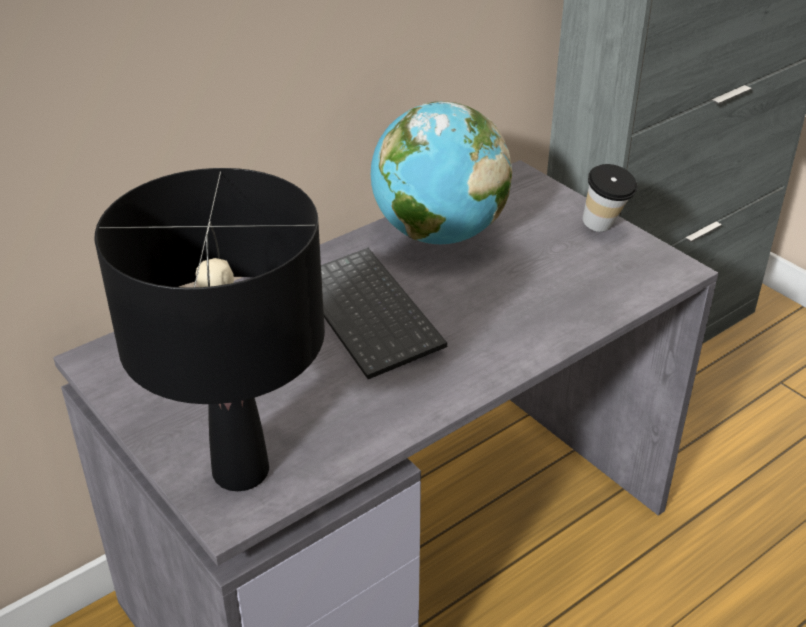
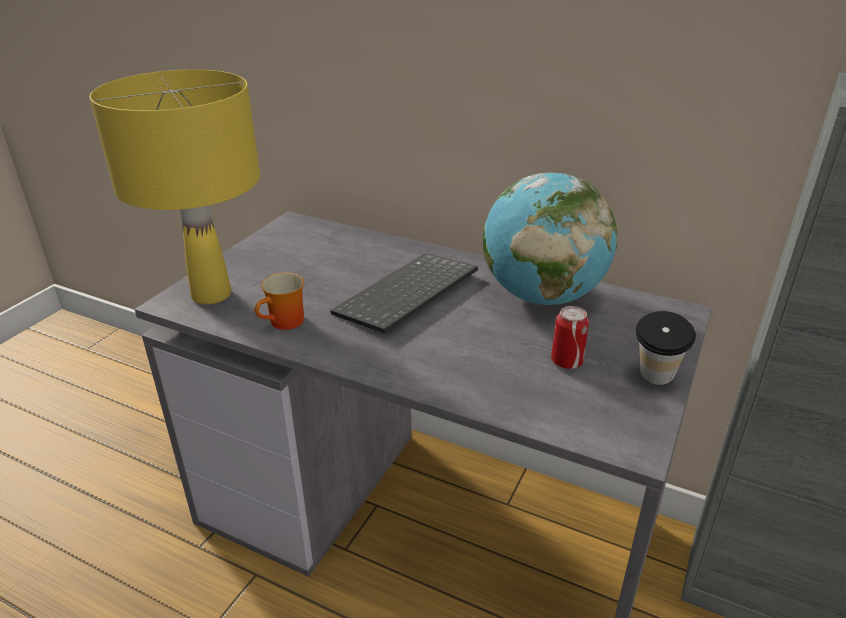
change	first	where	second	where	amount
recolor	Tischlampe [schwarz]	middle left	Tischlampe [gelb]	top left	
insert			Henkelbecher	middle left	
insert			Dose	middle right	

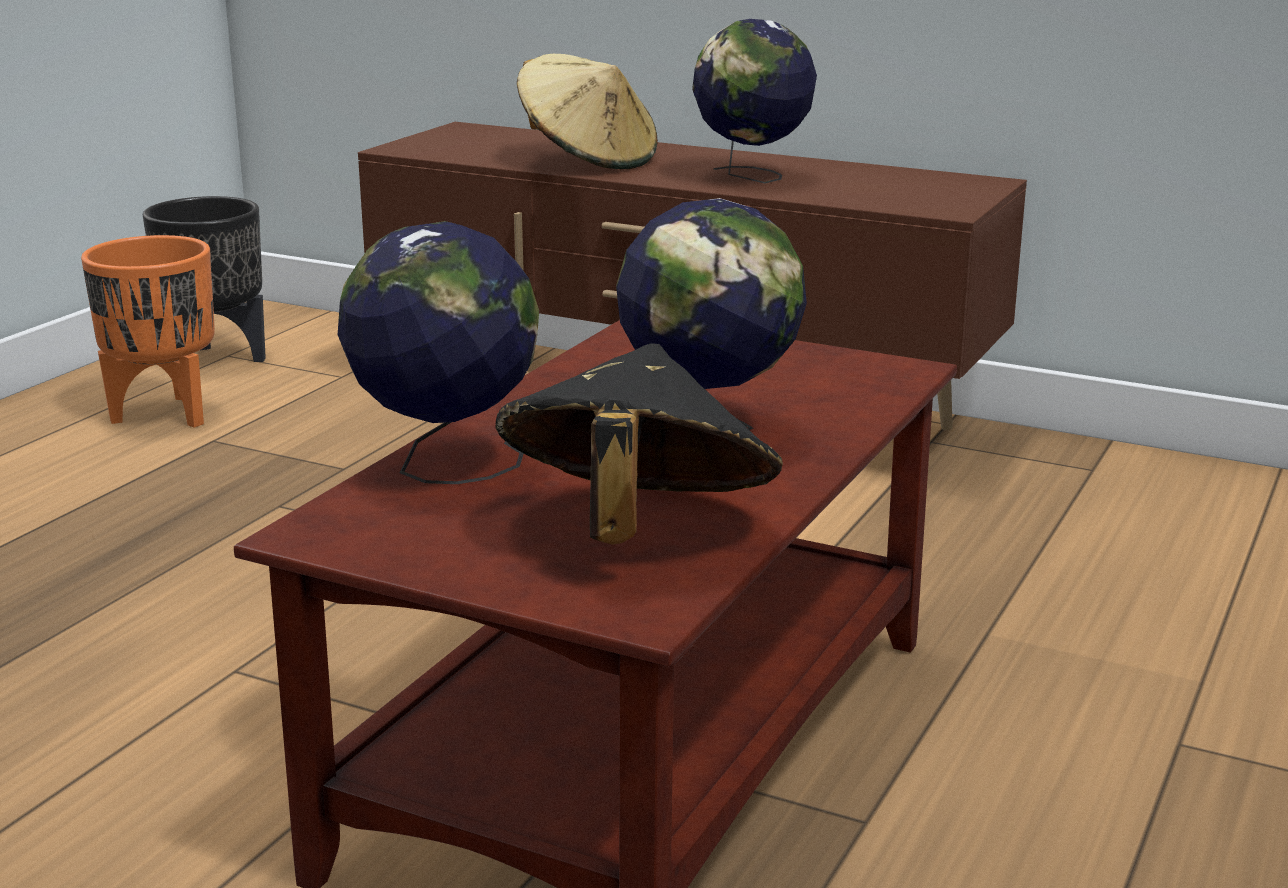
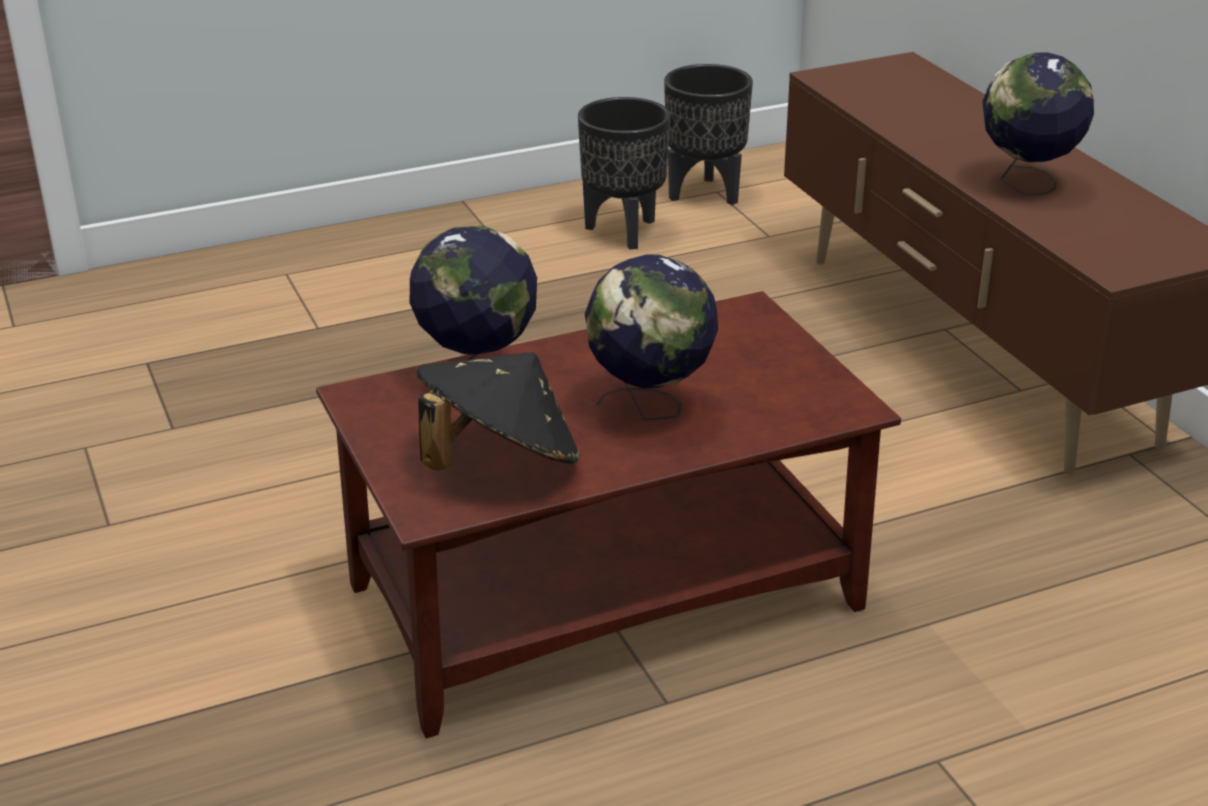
change	first	where	second	where	amount
recolor	Pflanzkübel [orange]	middle left	Pflanzkübel [schwarz] (1st from left)	top centre	
delete	Hut [beige]	top centre			

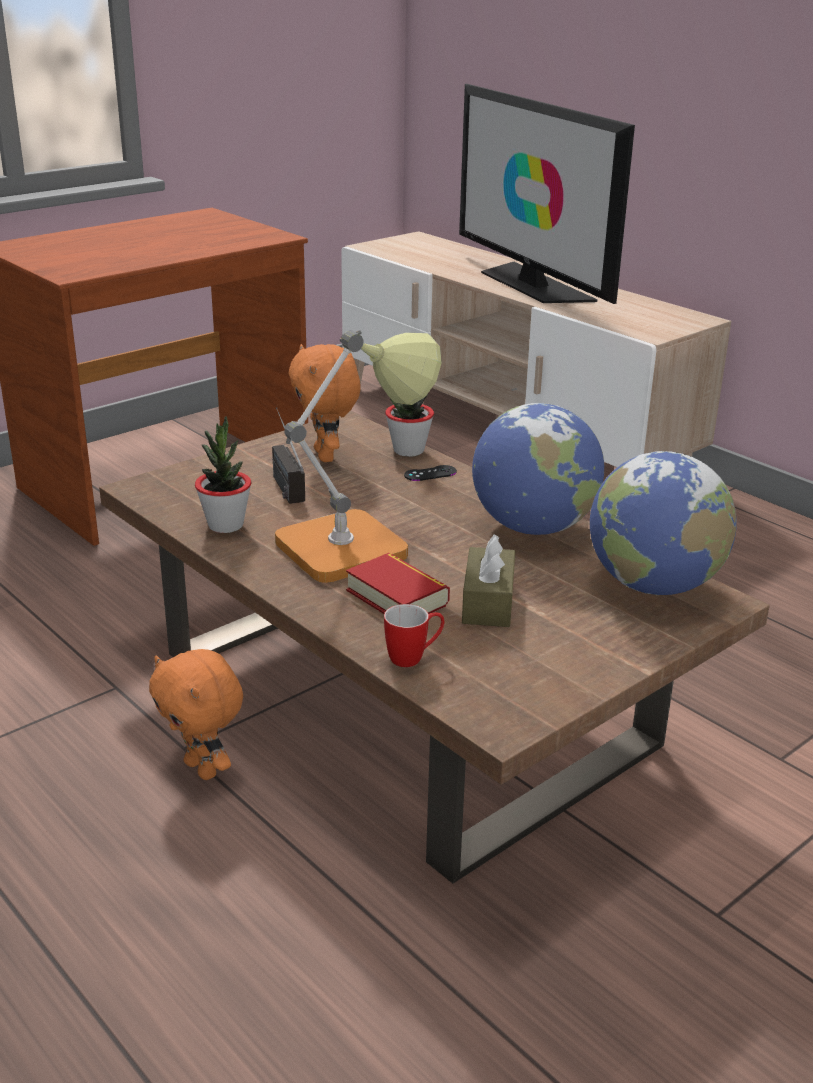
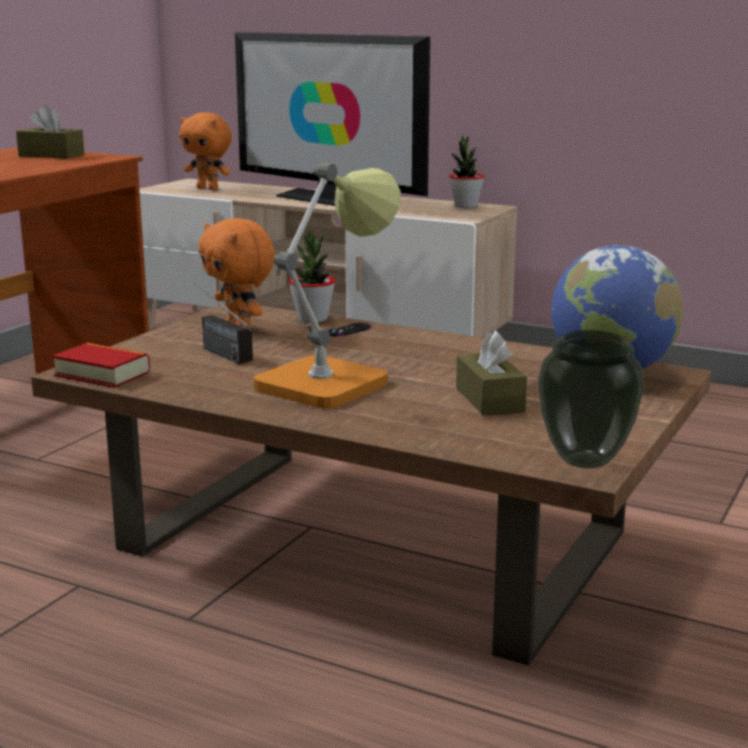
change	first	where	second	where	amount
move	Plüschtier [orange] (1st from left)	middle left		top left	
move	Topfpflanze (1st from left in the first image)	middle left	Topfpflanze (2nd from left)	top centre	
move	Buch	centre		middle left	
delete	Henkelbecher	centre			
delete	Globus (1st from left)	centre			
insert			Taschentuchbox [braun] (1st from left)	top left	
insert			Vase	middle right	

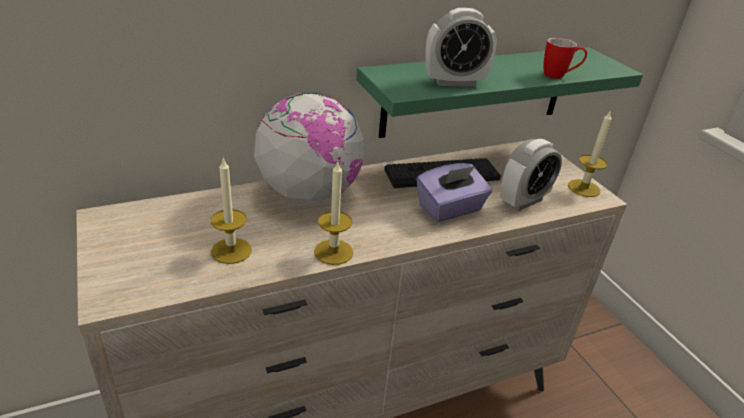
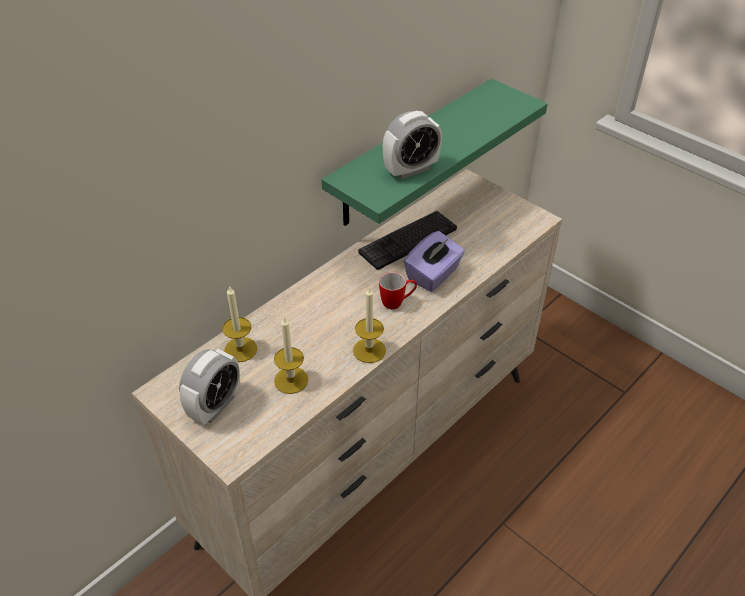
change	first	where	second	where	amount
delete	Globus	centre			
move	Wecker (2nd from left in the first image)	middle right	Wecker (1st from left)	middle left	
move	Henkelbecher	top right		centre	
move	Kerze (3rd from left in the first image)	middle right	Kerze (1st from left)	middle left	

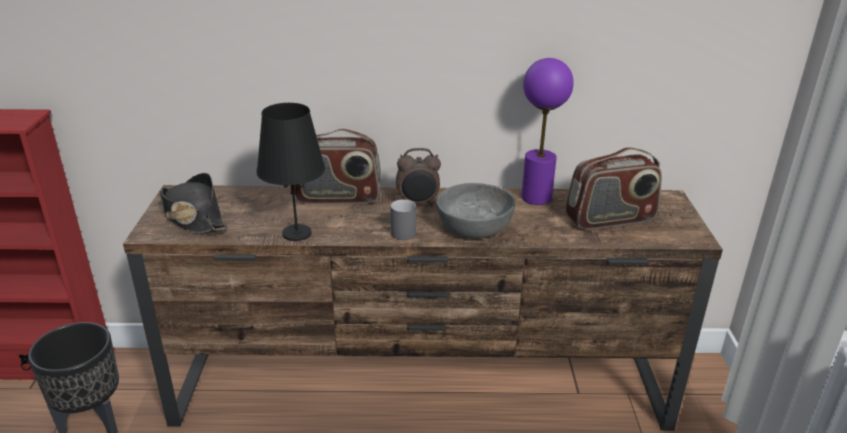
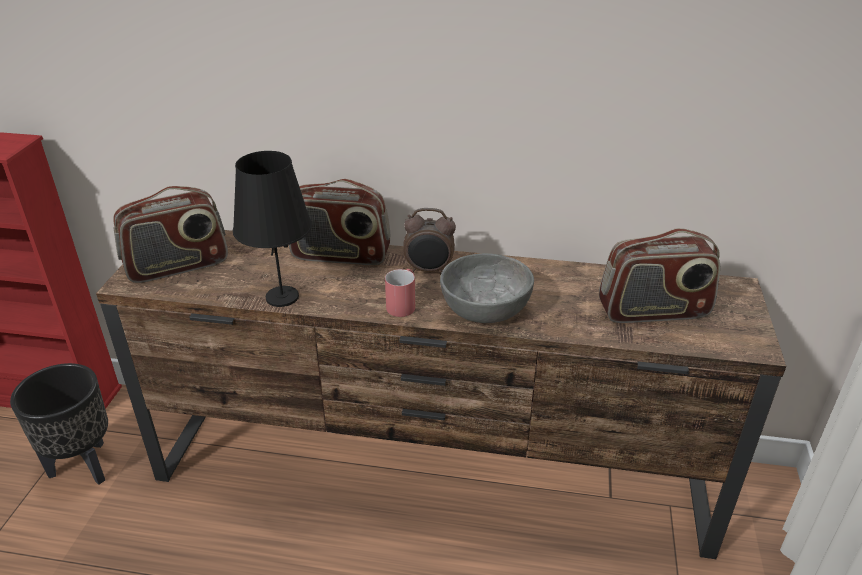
change	first	where	second	where	amount
replace	Hut [schwarz]	middle left	Radio (1st from left)	middle left	
recolor	Henkelbecher [grau]	centre	Henkelbecher [rot]	centre	
delete	Tischlampe [lila]	top centre			

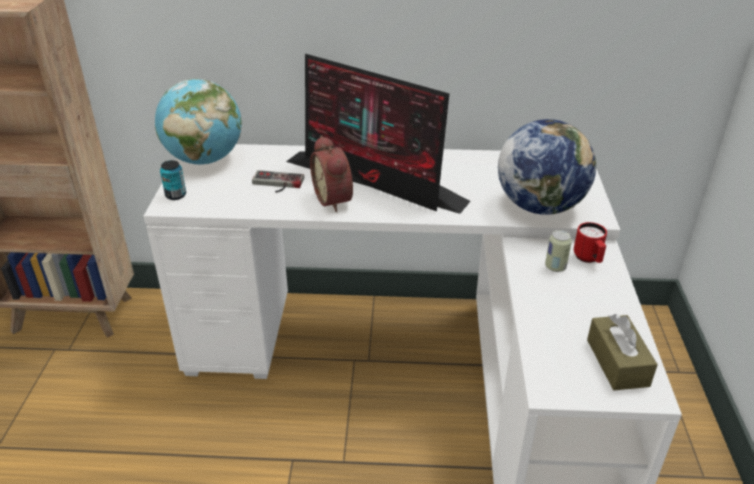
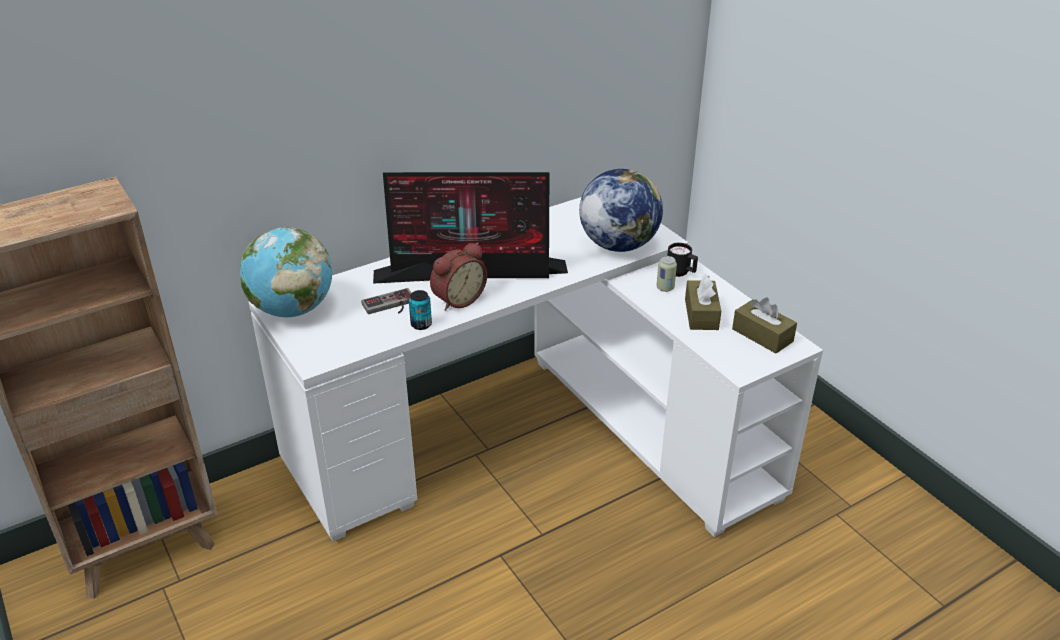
change	first	where	second	where	amount
move	Dose (1st from left)	middle left		centre	
rotate	Wecker	centre		centre	75 degrees counterclockwise
recolor	Henkelbecher [rot]	middle right	Henkelbecher [schwarz]	centre	
insert			Taschentuchbox [braun] (1st from left)	centre	

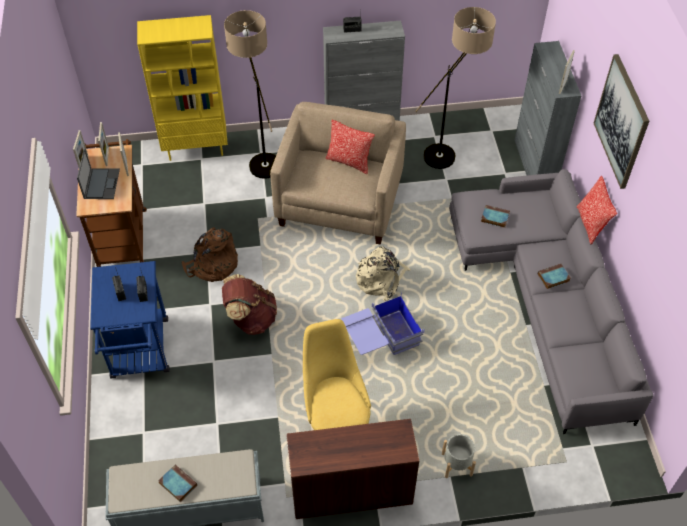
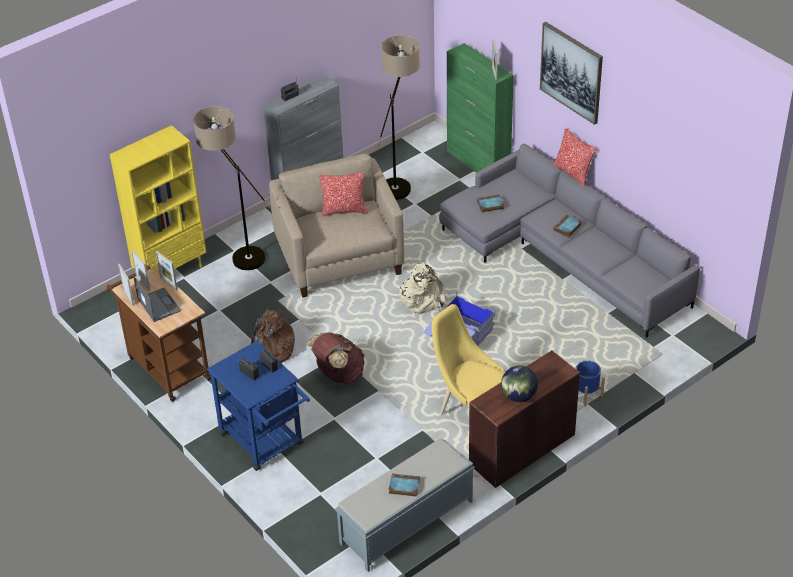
change	first	where	second	where	amount
recolor	Pflanzkübel [grau]	bottom right	Pflanzkübel [blau]	middle right	
recolor	Schrank [grau] (2nd from left)	top right	Schrank [grün]	top centre	
insert			Globus	centre	

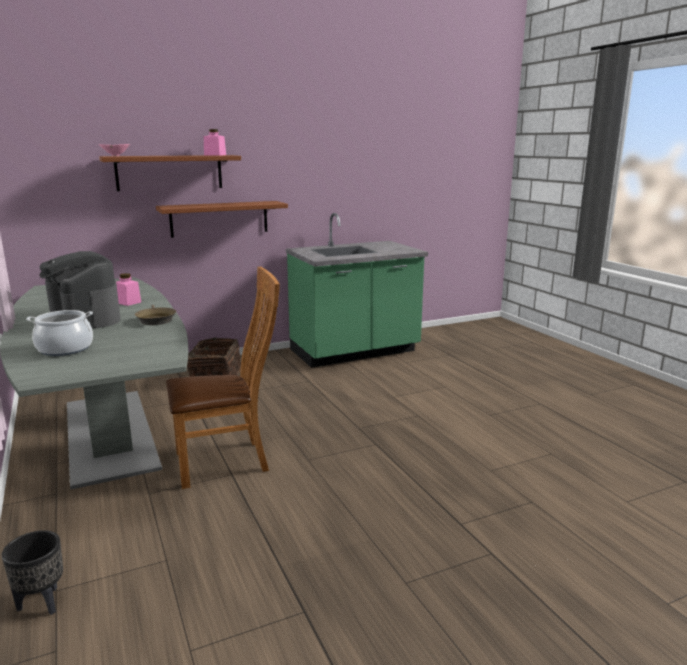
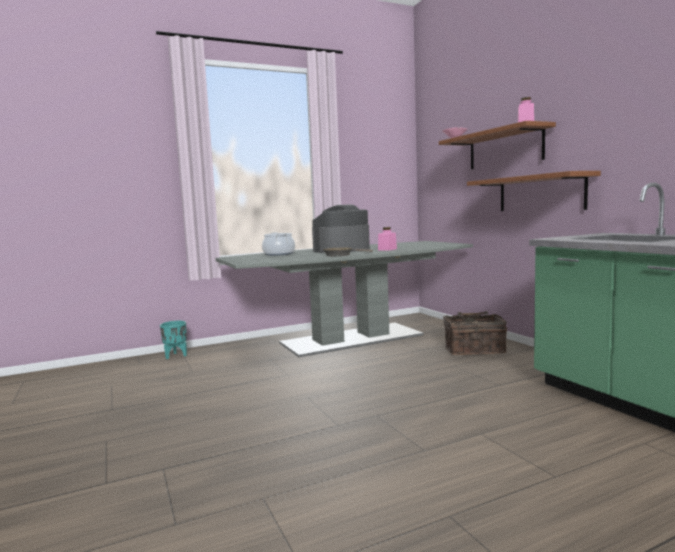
change	first	where	second	where	amount
recolor	Pflanzkübel [schwarz]	bottom left	Pflanzkübel [türkis]	middle left	
delete	Stuhl [braun]	middle left			

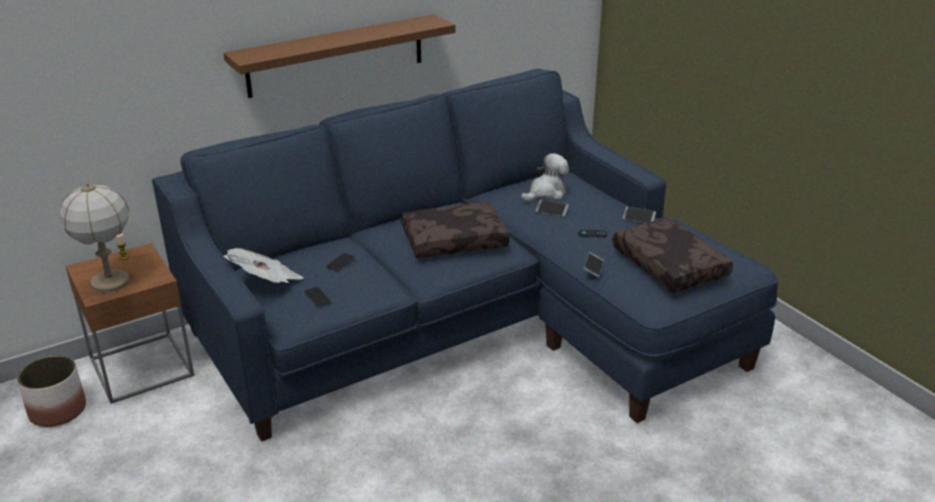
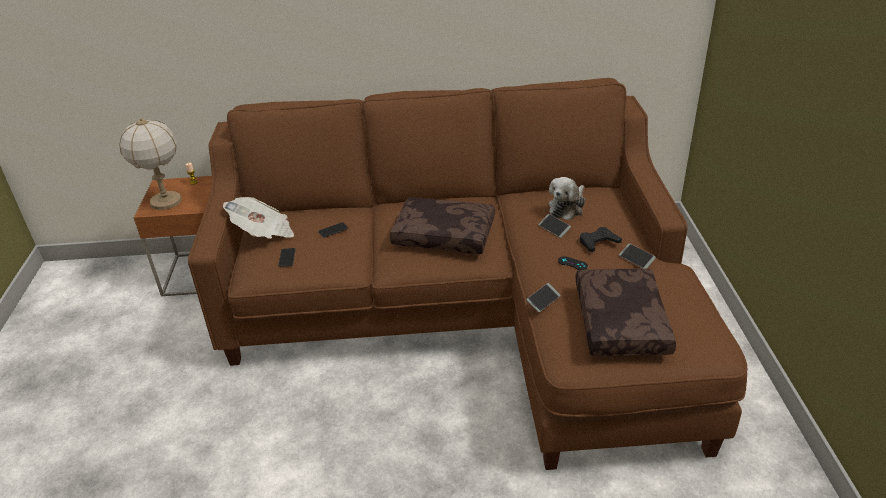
change	first	where	second	where	amount
delete	Pflanzkübel	bottom left			
recolor	Sofa [blau]	centre	Sofa [braun]	centre	
delete	Wandregal [braun]	top centre			
rotate	Plüschtier	centre		centre	135 degrees clockwise
insert			Gamepad [schwarz] (2nd from left)	middle right	

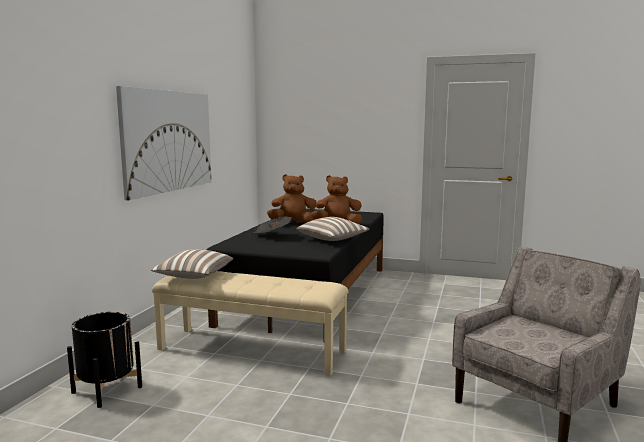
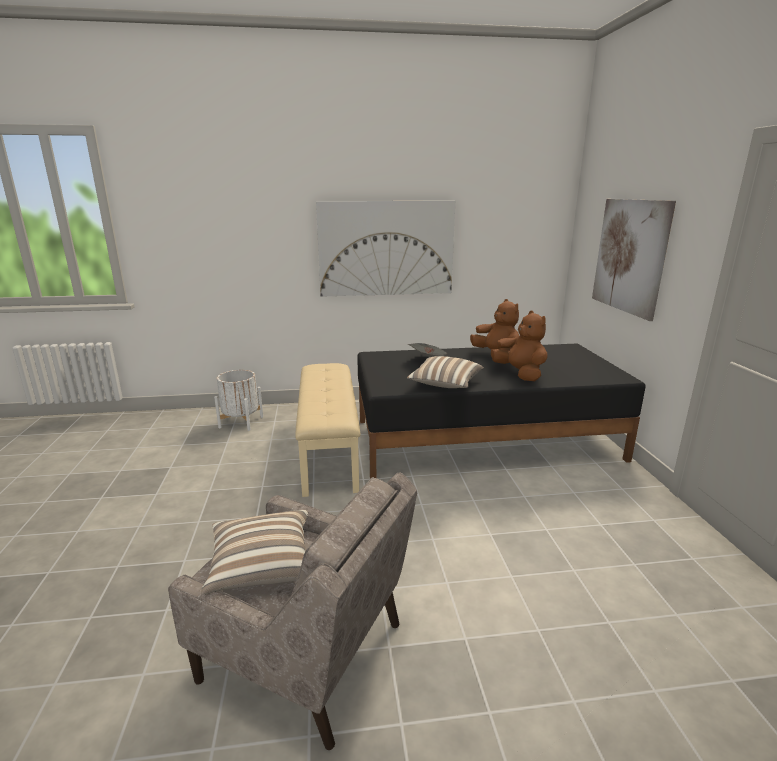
change	first	where	second	where	amount
recolor	Pflanzkübel [schwarz]	bottom left	Pflanzkübel [weiß]	middle left	
move	Kissen (1st from left)	middle left		bottom left	
insert			Bild (2nd from left)	middle right	

